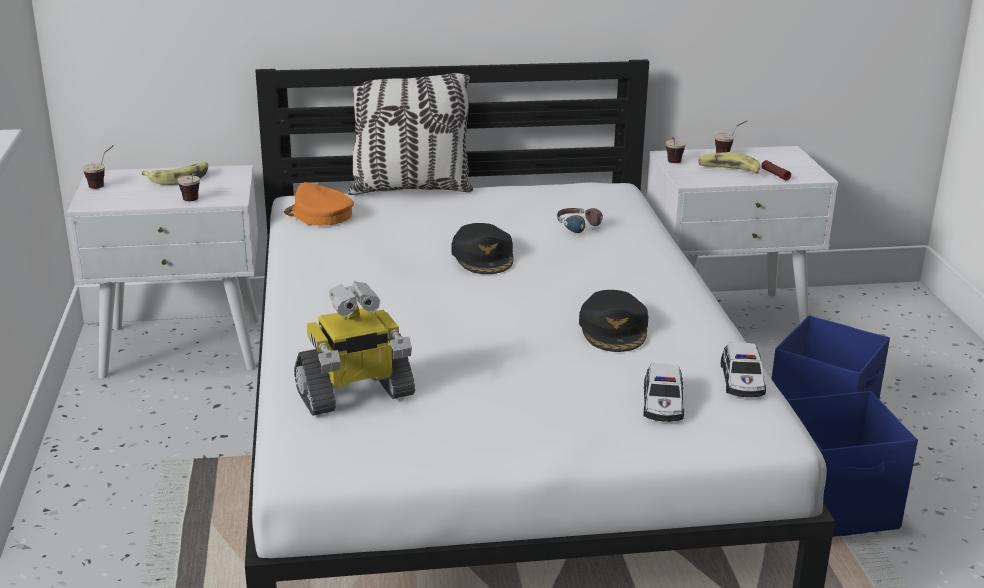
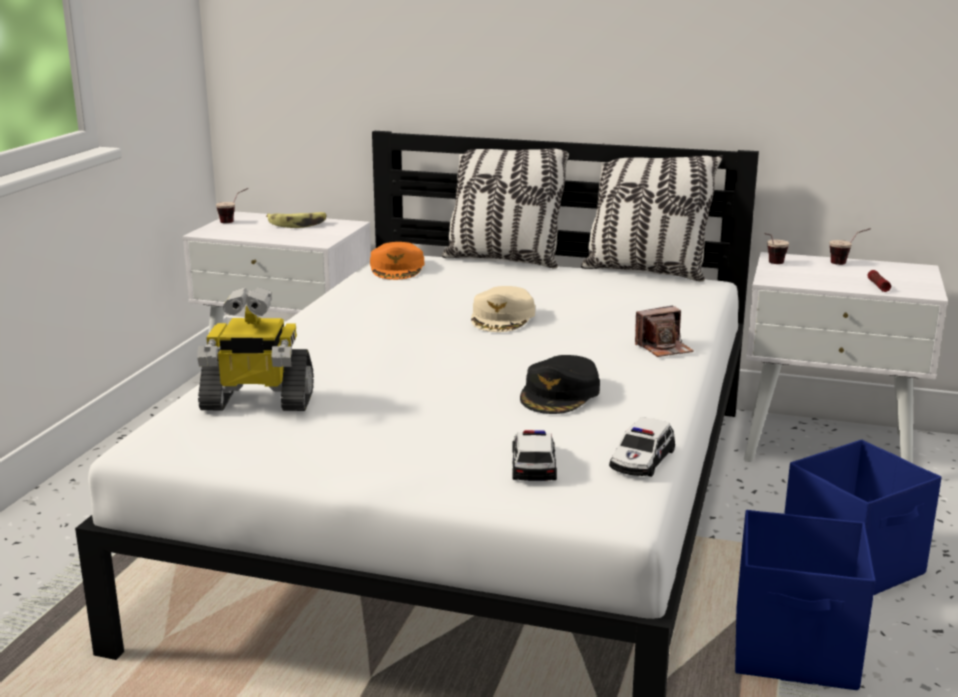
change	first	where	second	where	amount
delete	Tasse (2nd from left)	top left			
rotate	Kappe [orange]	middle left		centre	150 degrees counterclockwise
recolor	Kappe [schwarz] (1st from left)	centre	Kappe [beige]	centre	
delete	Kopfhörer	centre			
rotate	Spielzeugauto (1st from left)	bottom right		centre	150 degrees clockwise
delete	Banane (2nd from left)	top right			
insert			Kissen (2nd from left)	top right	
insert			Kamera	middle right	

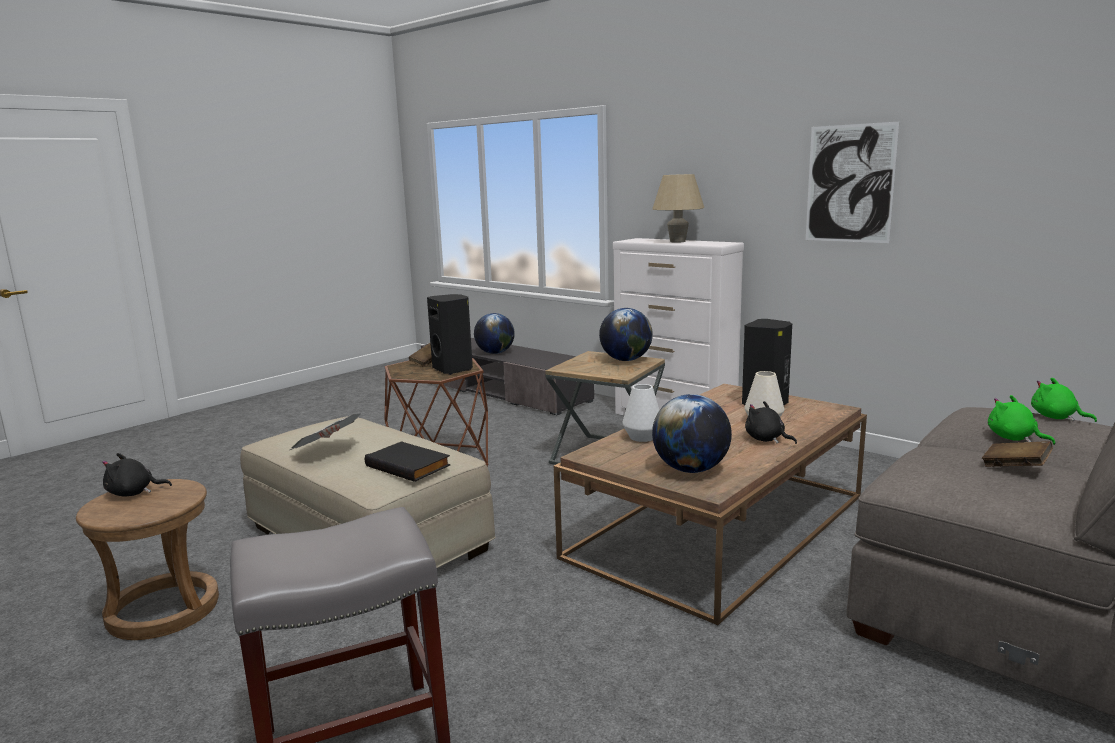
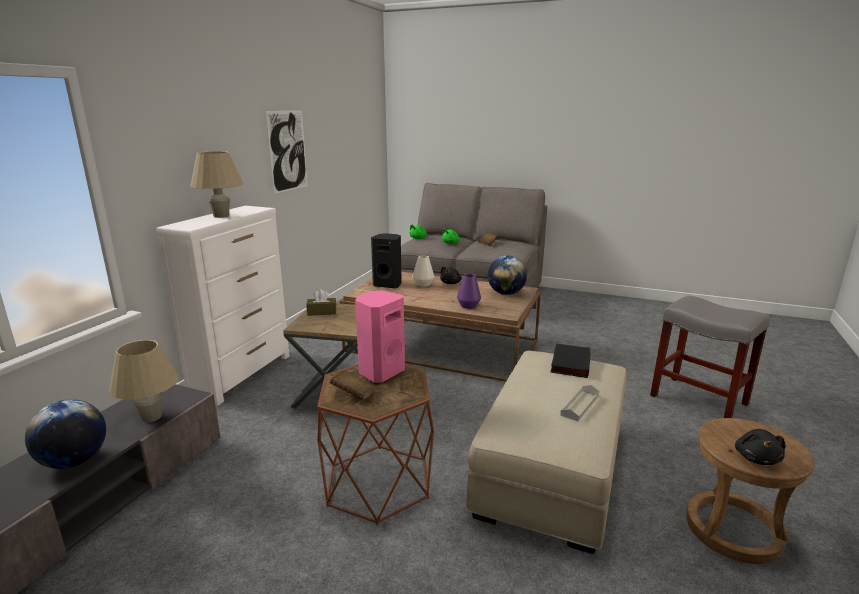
change	first	where	second	where	amount
rotate	Plüschtier [schwarz] (1st from left in the first image)	middle left	Plüschtier [schwarz] (2nd from left)	bottom right	45 degrees clockwise
replace	Zeitung	middle left	Tablett [grau]	bottom right	
recolor	Lautsprecher [schwarz] (1st from left)	centre	Lautsprecher [rosa]	centre	
replace	Globus (2nd from left)	centre	Taschentuchbox [braun]	centre	
recolor	Vase [weiß] (1st from left)	centre	Vase [lila]	centre	
insert			Tischlampe [beige] (1st from left)	middle left	

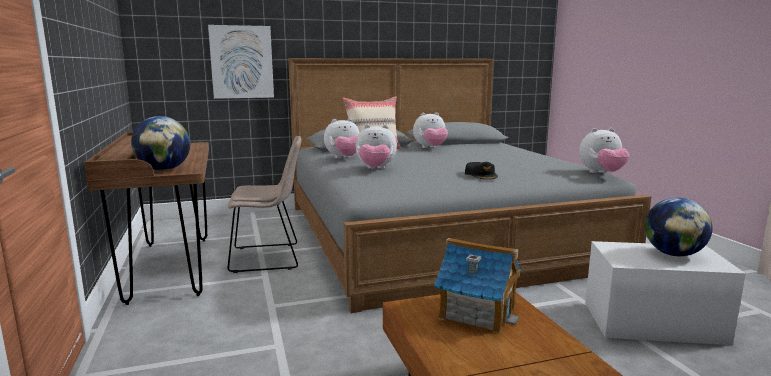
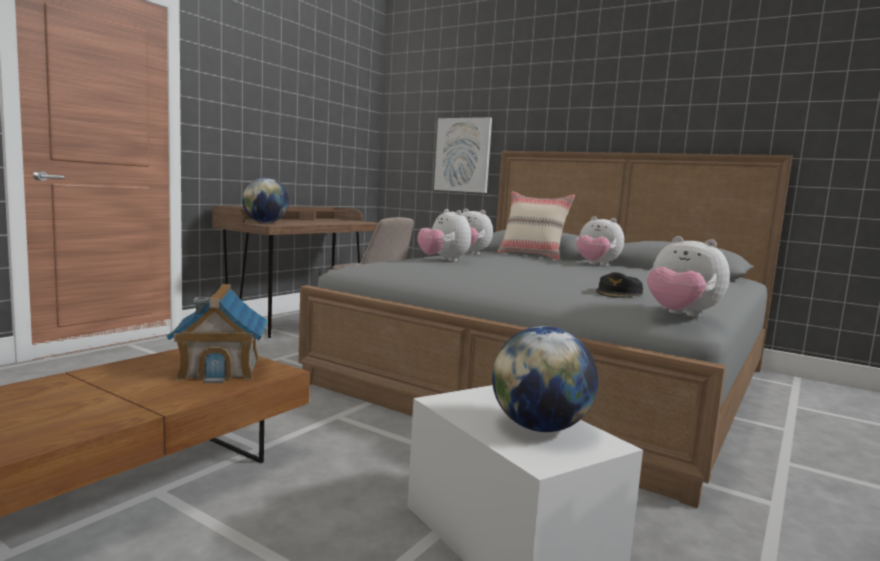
change	first	where	second	where	amount
move	Kappe [schwarz]	centre		middle right	

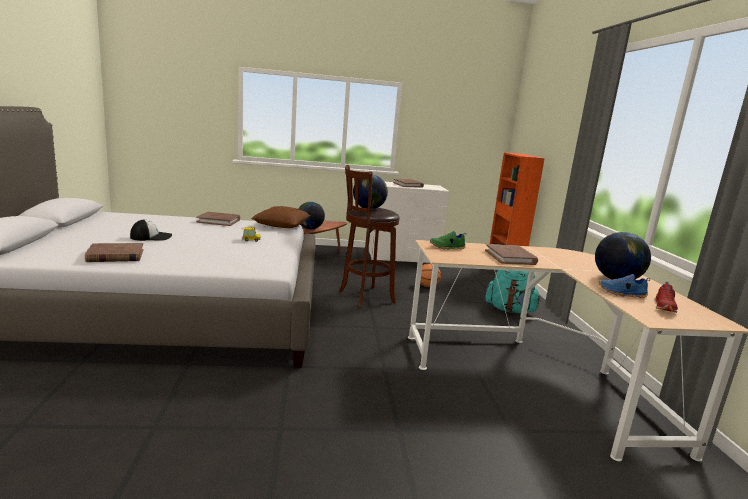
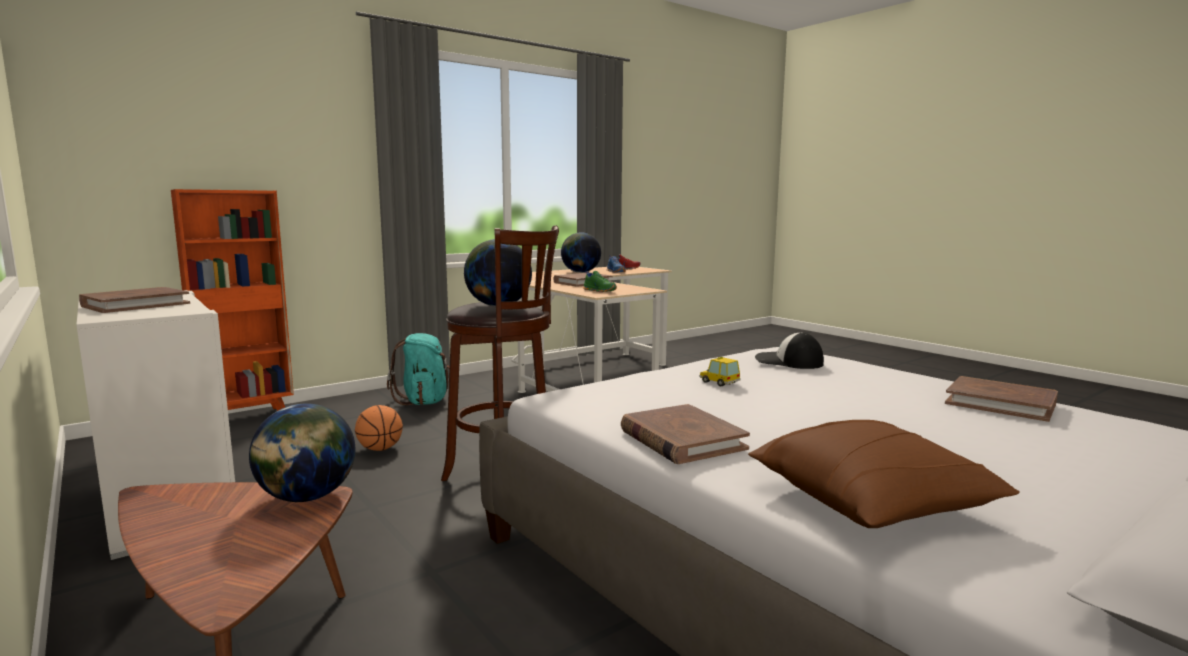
change	first	where	second	where	amount
move	Kappe	middle left		centre	
move	Kissen [braun]	centre		bottom right	

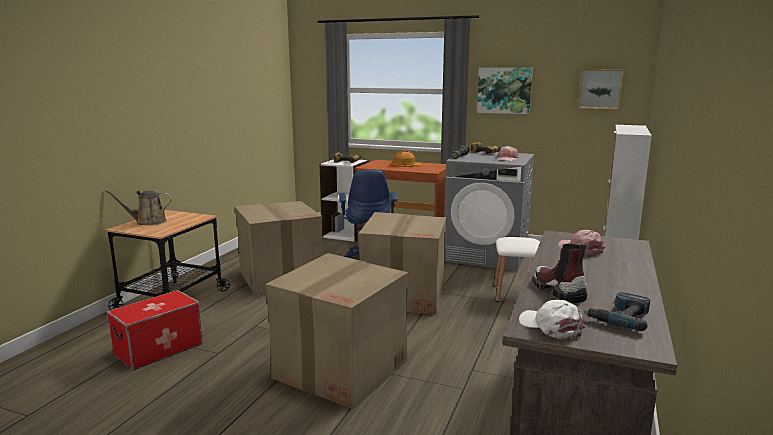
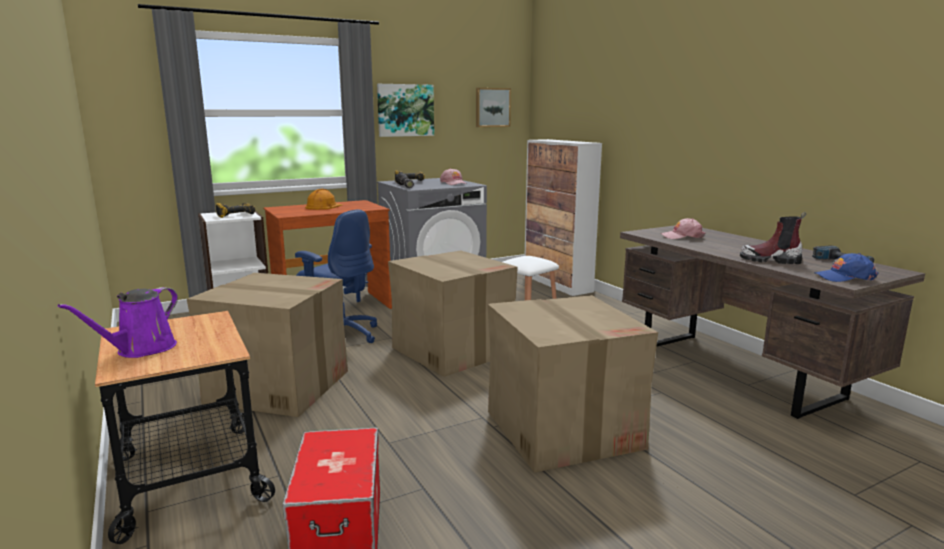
change	first	where	second	where	amount
recolor	Gießkanne [braun]	middle left	Gießkanne [lila]	middle left	
recolor	Kappe [weiß]	bottom right	Kappe [blau]	middle right	

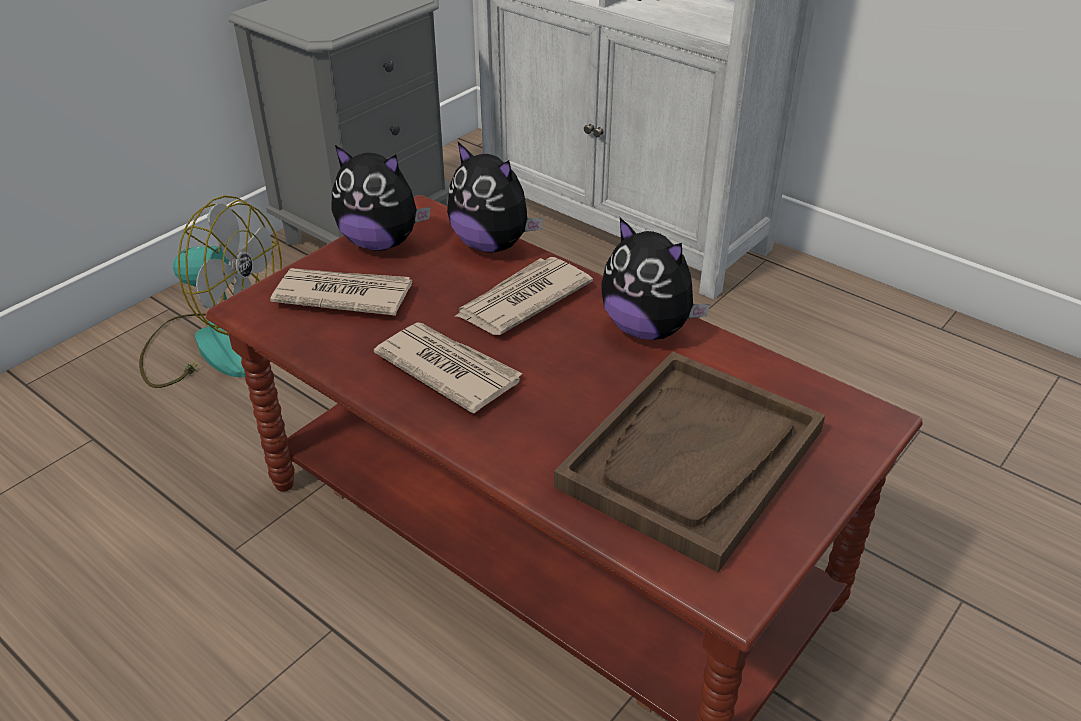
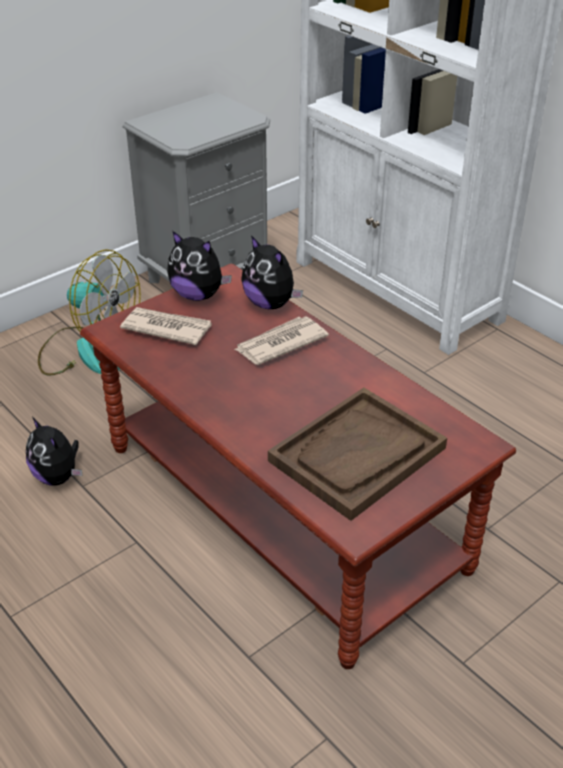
change	first	where	second	where	amount
delete	Zeitung (2nd from left)	centre			
move	Plüschtier (3rd from left in the first image)	centre	Plüschtier (1st from left)	middle left	

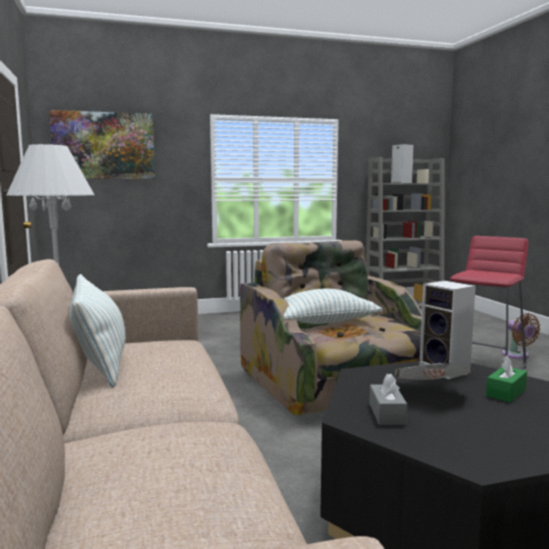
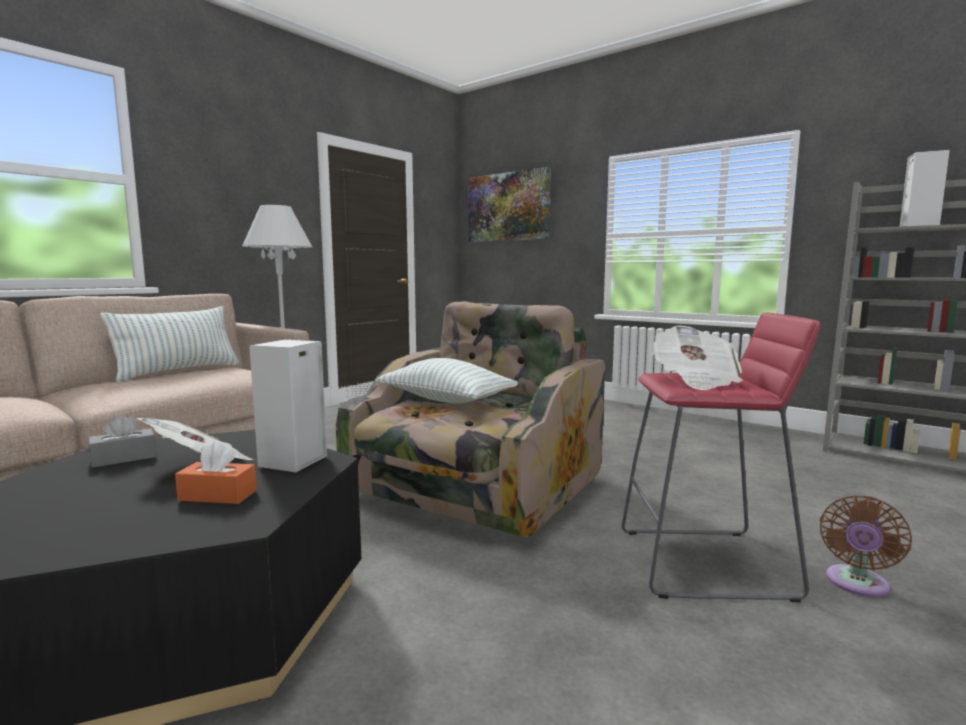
change	first	where	second	where	amount
recolor	Taschentuchbox [grün]	bottom right	Taschentuchbox [orange]	middle left	
insert			Zeitung (2nd from left)	middle right	

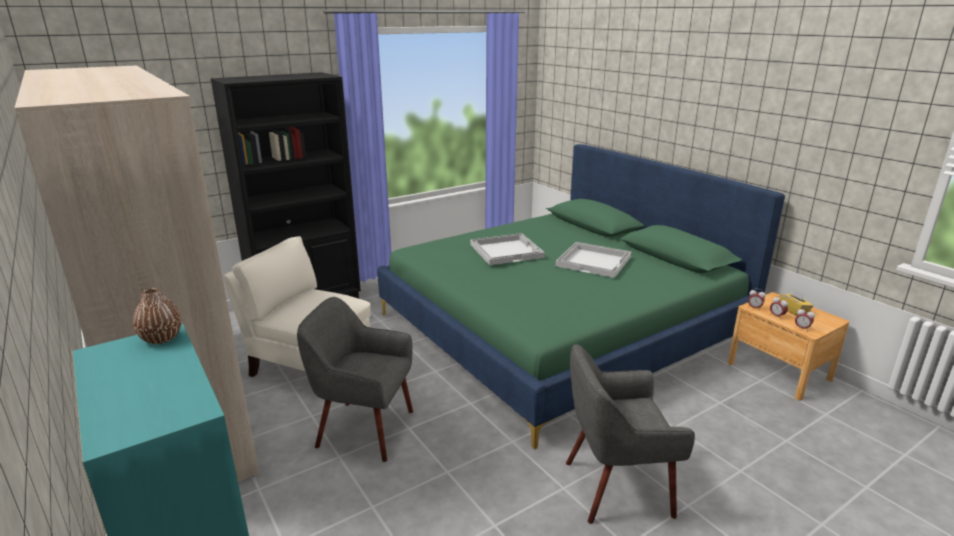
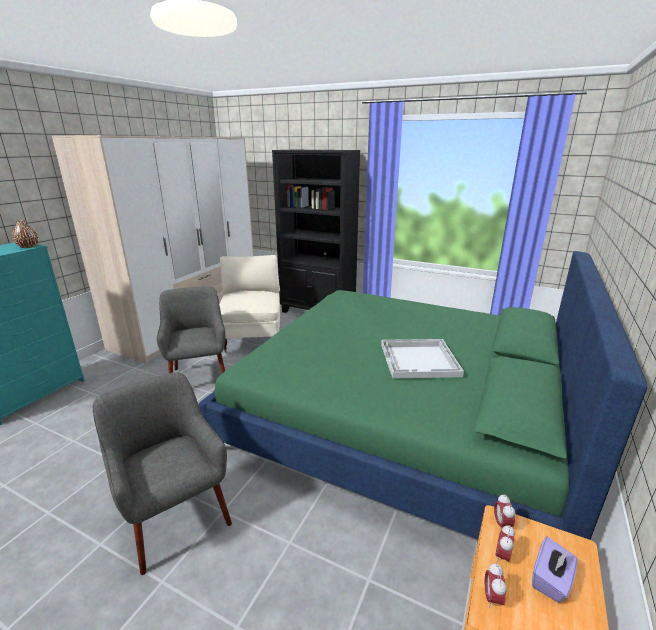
change	first	where	second	where	amount
delete	Tablett [weiß] (1st from left)	centre			
recolor	Taschentuchbox [gelb]	middle right	Taschentuchbox [lila]	bottom right	

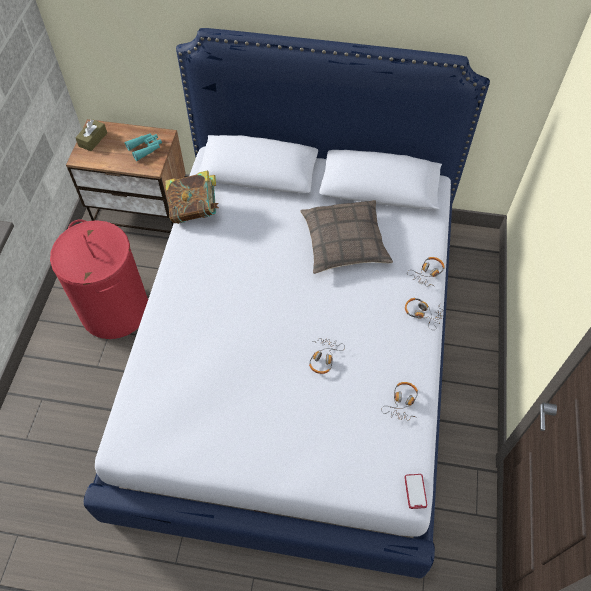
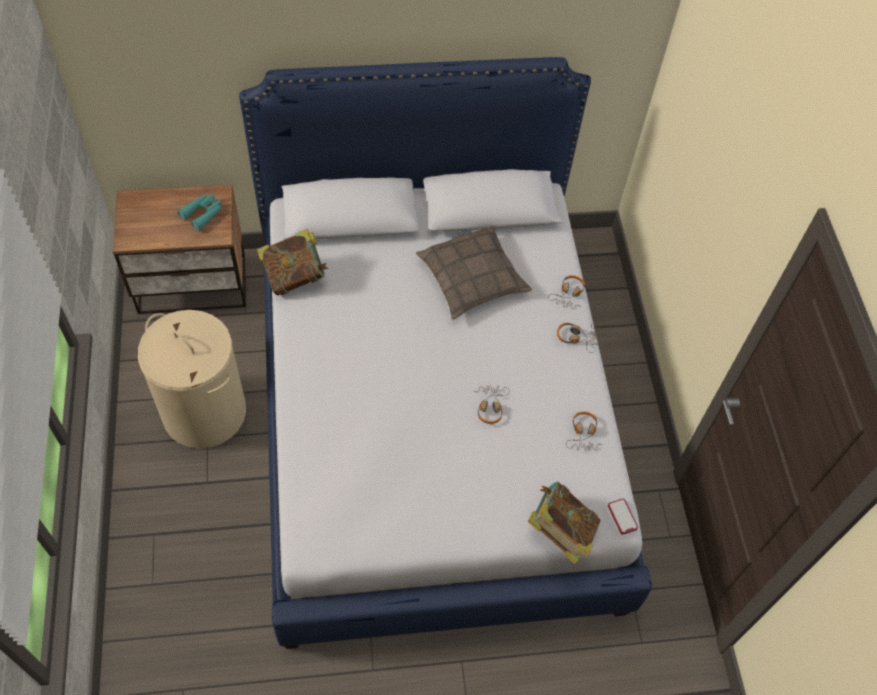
change	first	where	second	where	amount
recolor	Wäschekorb [rot]	middle left	Wäschekorb [beige]	middle left	
delete	Taschentuchbox [braun]	top left			
insert			Buch (2nd from left)	bottom centre	

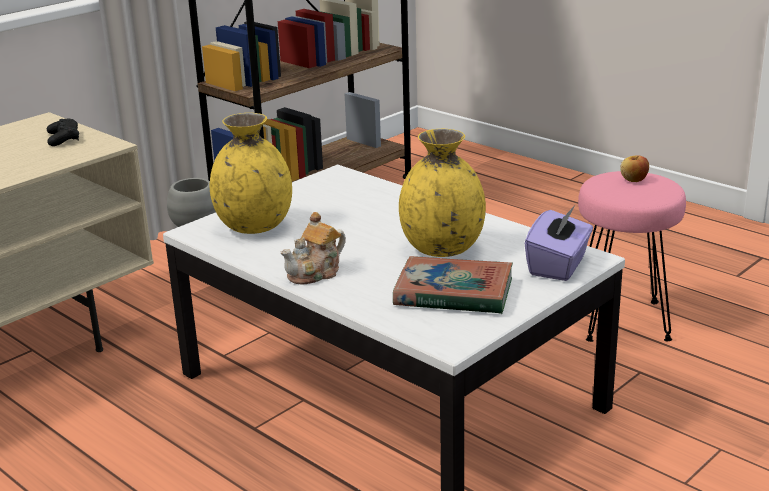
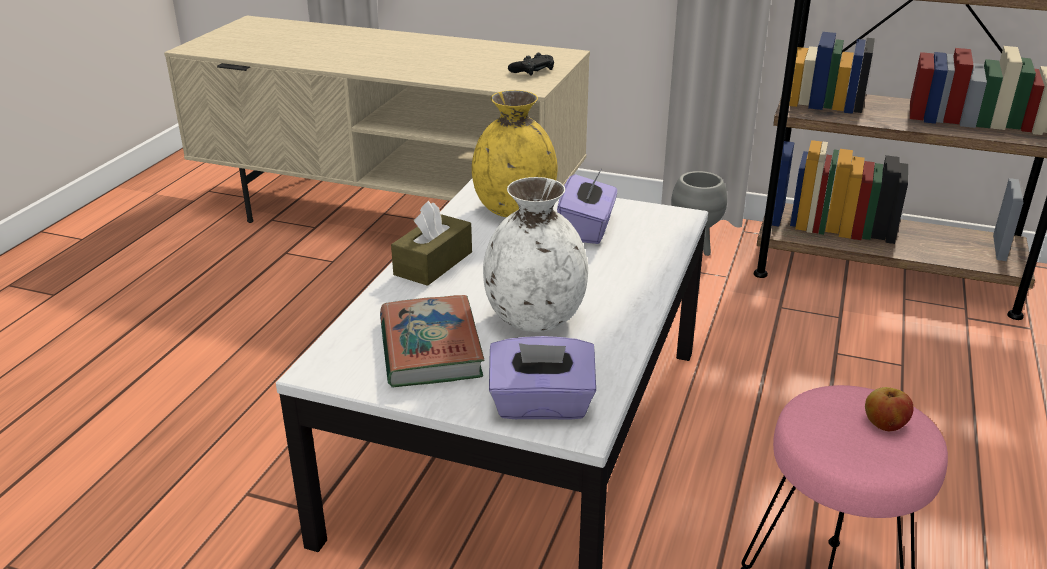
change	first	where	second	where	amount
replace	Teekanne	centre	Taschentuchbox [braun]	centre	
recolor	Vase [gelb] (2nd from left)	centre	Vase [weiß]	centre	
insert			Taschentuchbox [lila] (2nd from left)	centre	

